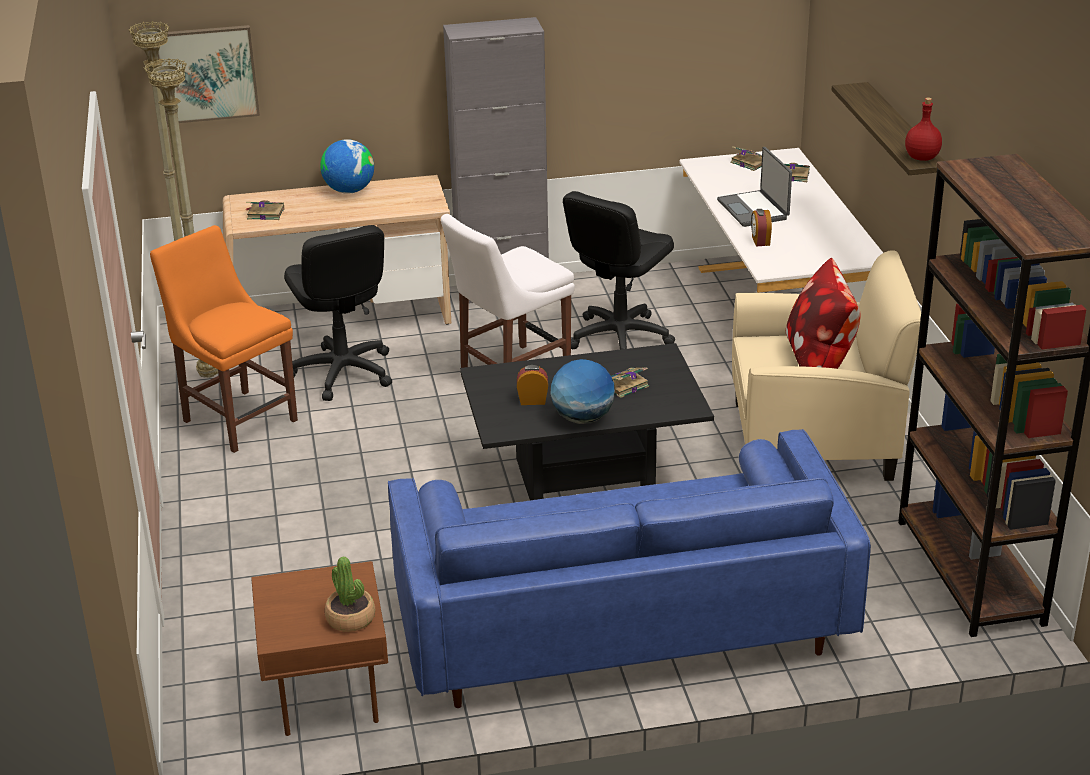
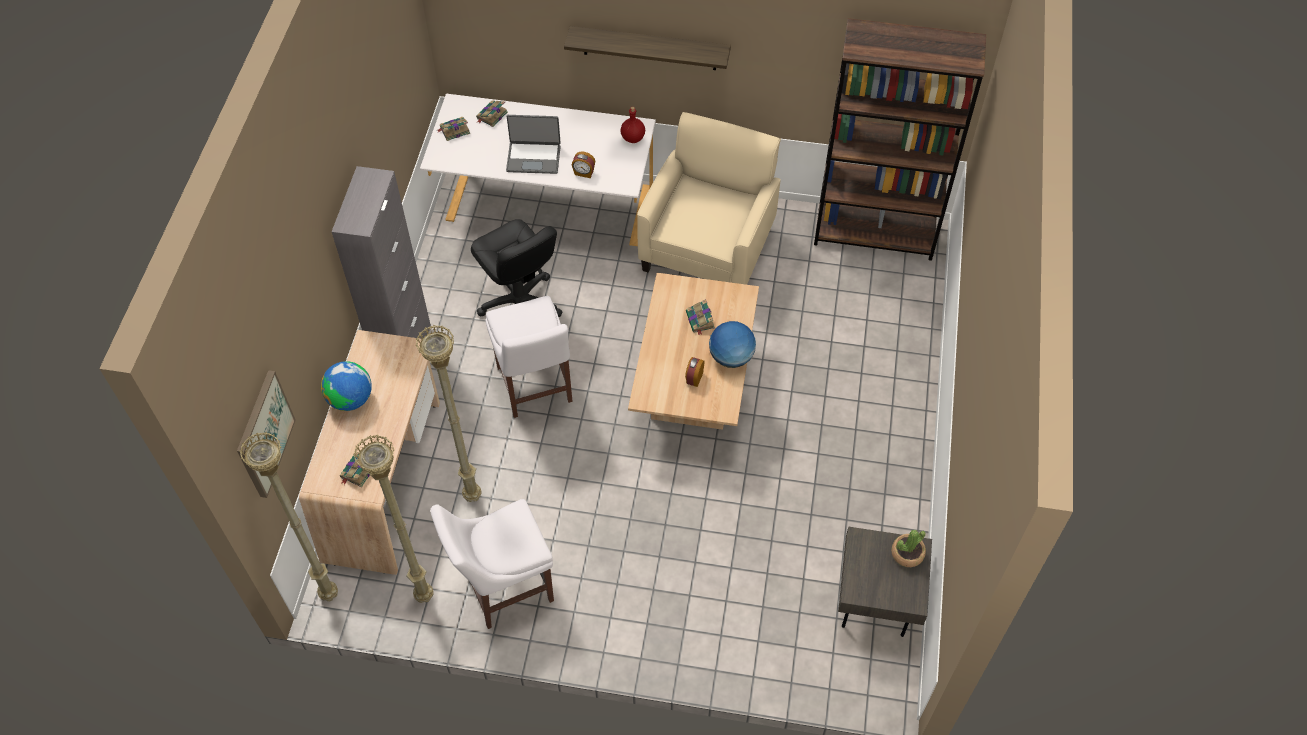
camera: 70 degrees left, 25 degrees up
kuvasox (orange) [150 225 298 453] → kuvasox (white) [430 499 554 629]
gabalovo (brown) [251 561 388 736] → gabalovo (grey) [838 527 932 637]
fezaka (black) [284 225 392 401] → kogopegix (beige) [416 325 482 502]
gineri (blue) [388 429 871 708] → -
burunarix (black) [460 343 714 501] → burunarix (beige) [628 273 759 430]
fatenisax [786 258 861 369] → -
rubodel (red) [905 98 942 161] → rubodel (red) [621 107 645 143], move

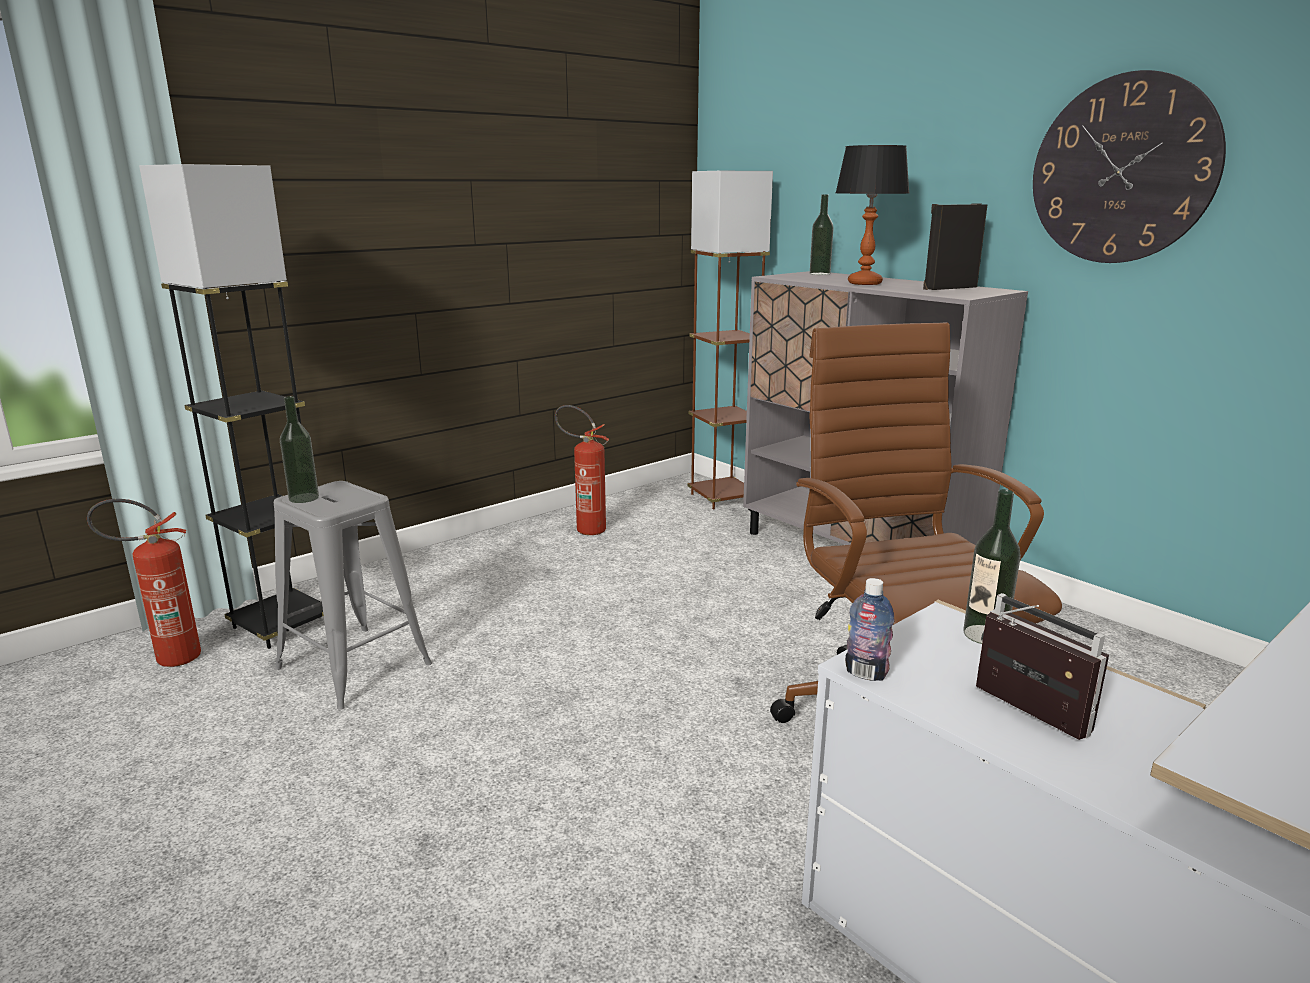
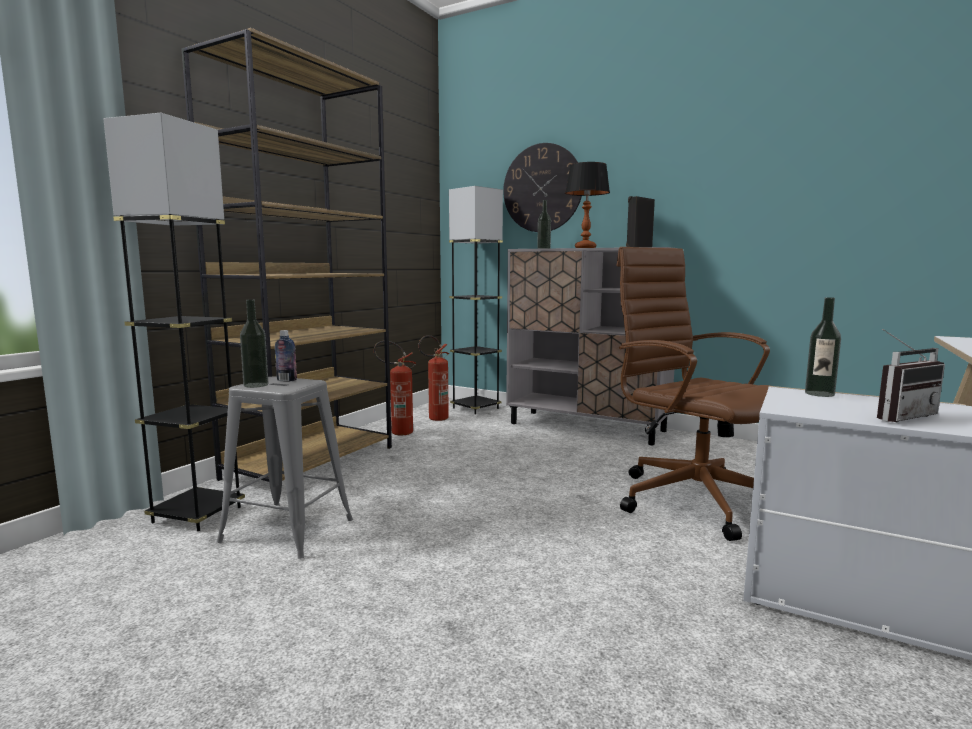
camera: 20 degrees left, 10 degrees down
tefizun [87 499 201 667] → tefizun [418 335 449 421], move
kogopegix (brown) [688 171 773 509] → kogopegix (grey) [449 186 503 415]
rubodel [845 578 895 681] → rubodel [275 330 297 381], move
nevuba [976 593 1109 740] → nevuba [877 329 945 423], 120 degrees clockwise
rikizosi [1033 70 1226 263] → rikizosi [503 143 582 232], move
- → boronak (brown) [181 28 392 482]

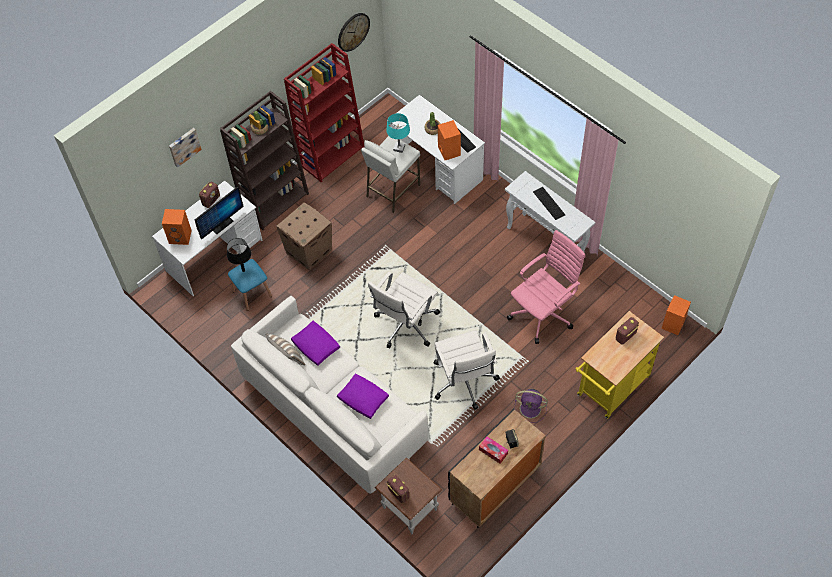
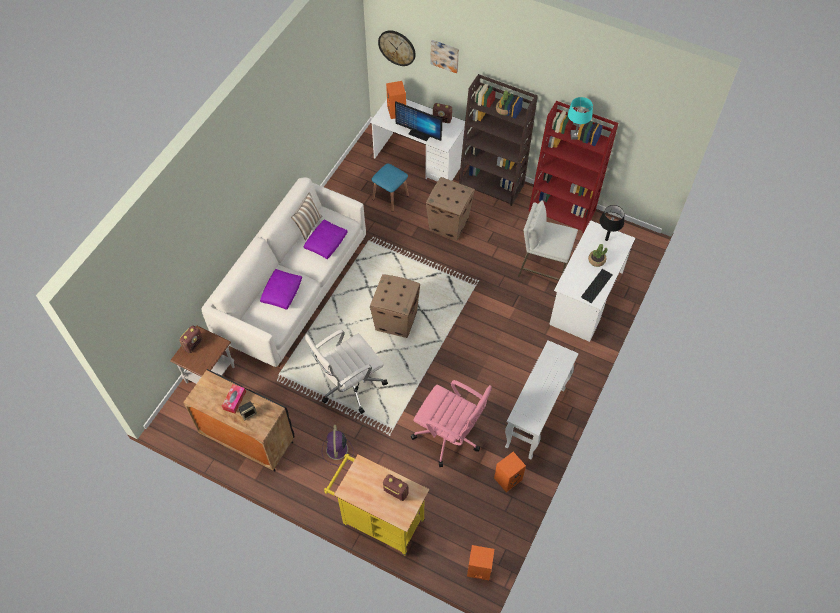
camera: 70 degrees right, 0 degrees up
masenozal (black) [227 238 251 272] → masenozal (black) [600 205 624 241], move
rikizosi [338 13 370 52] → rikizosi [378 30 416 66], move
fezaka (white) [368 272 440 348] → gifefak [370 274 420 338]
masenozal (turquoise) [386 113 410 153] → masenozal (turquoise) [568 97 593 140], move
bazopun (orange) [438 120 461 160] → bazopun (orange) [494 452 526 492], move
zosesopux [533 187 565 220] → -

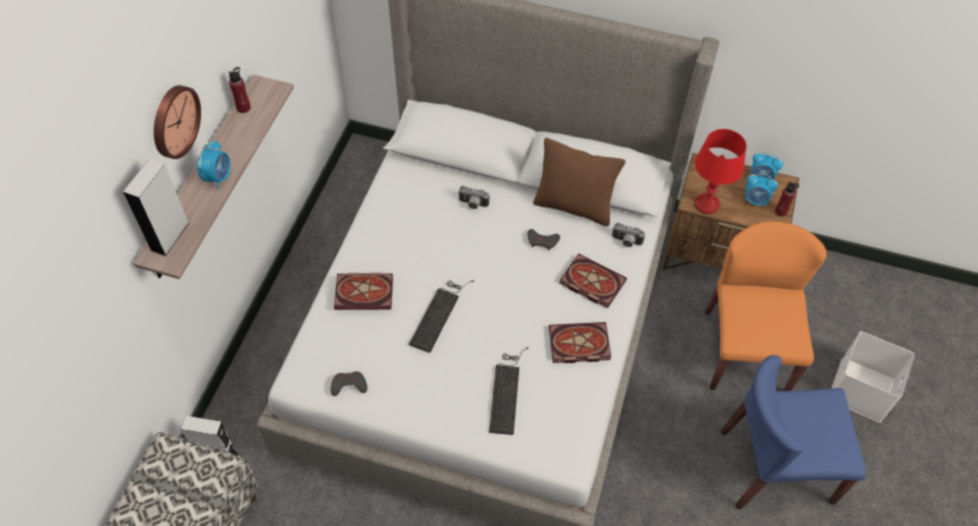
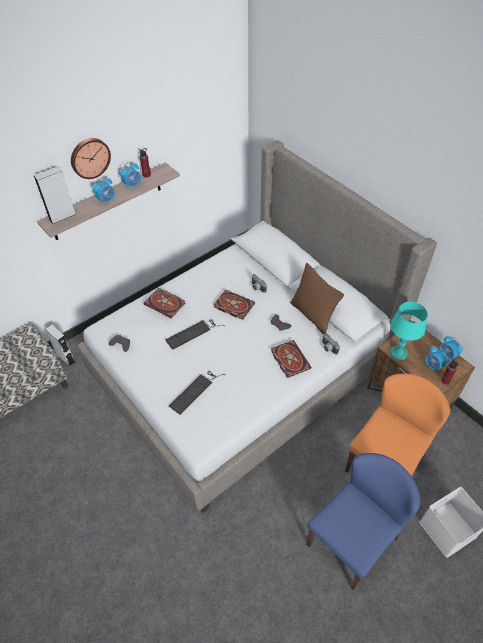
camera: 35 degrees right, 5 degrees down
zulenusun [549 322 611 363] → zulenusun [214 290 255 320], move
masenozal (red) [695 129 747 214] → masenozal (turquoise) [390 302 428 360]
kuvasox (blue) [721 355 866 509] → kuvasox (blue) [307 453 420 591], 105 degrees clockwise
- → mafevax [119 163 141 190]

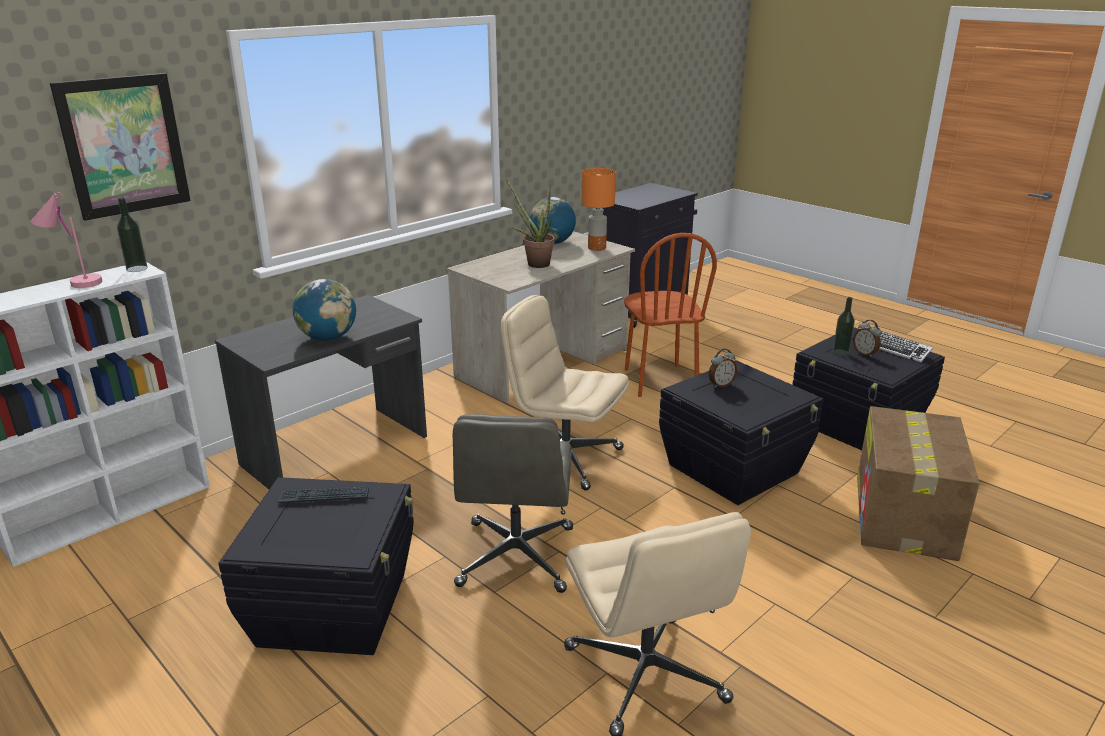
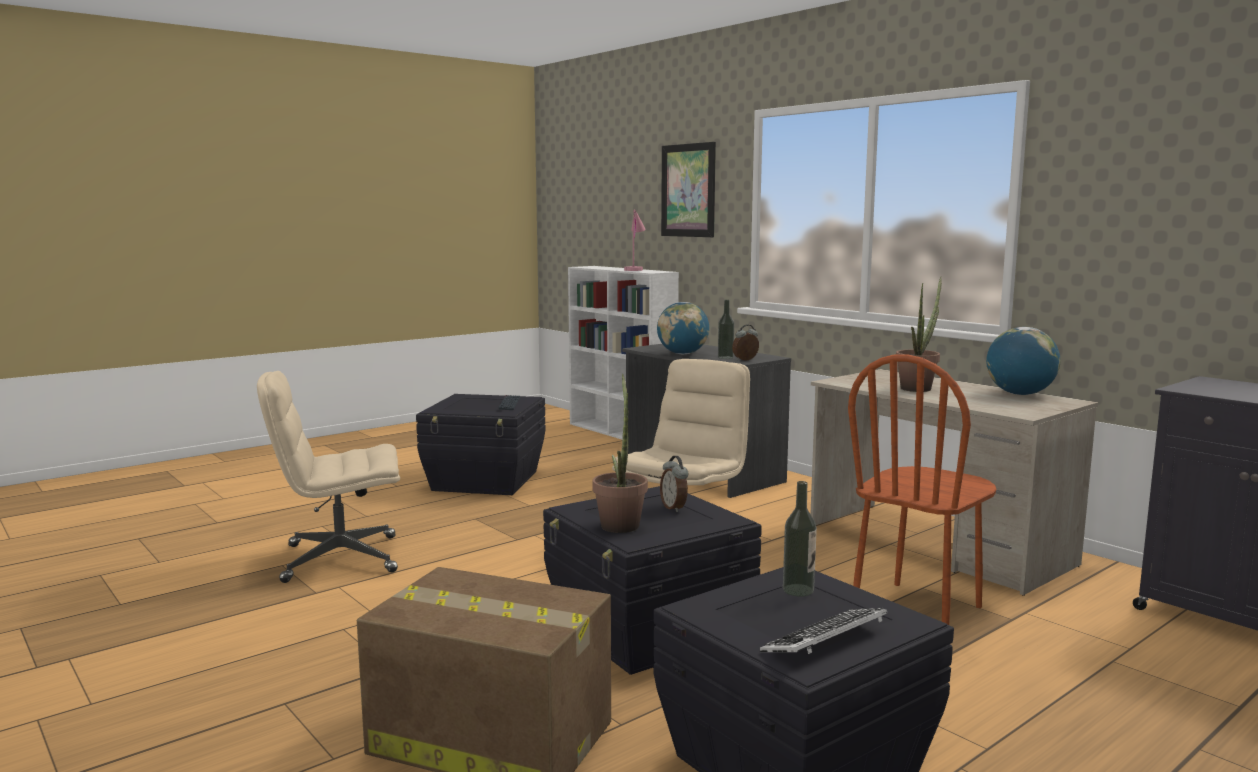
camera: 95 degrees right, 15 degrees down
rubodel [117 198 148 272] → rubodel [718 300 734 359], move
fezaka (grey) [453 414 573 593] → -
masenozal (orange) [581 168 616 251] → -
kuvasox (brown) [624 233 717 397] → kuvasox (brown) [848 354 997 625], 45 degrees counterclockwise
mafevax [853 320 881 357] → mafevax [732 324 759 361], move
- → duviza [592 374 648 533]

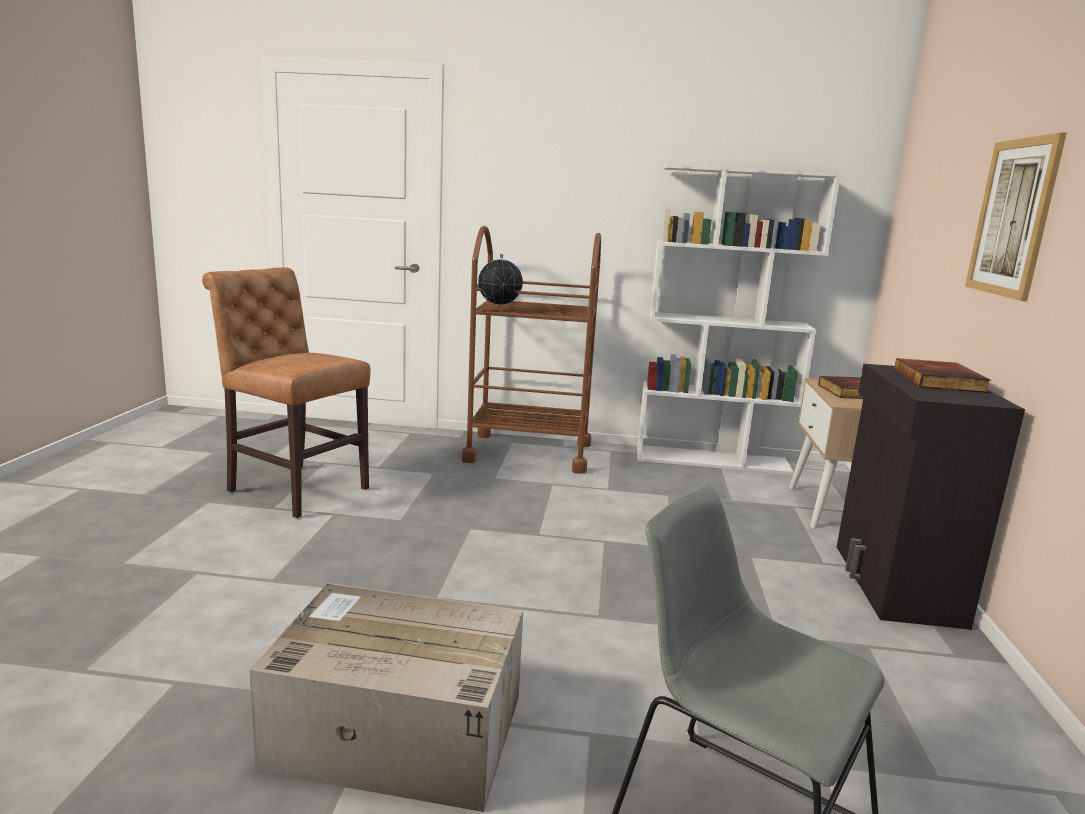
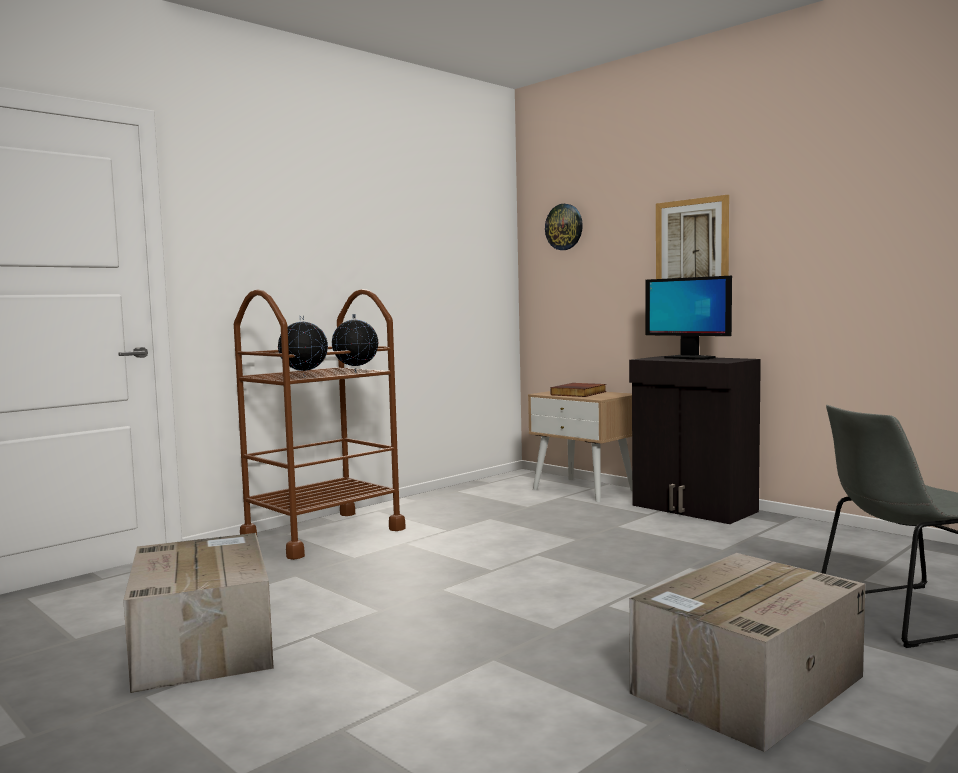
camera: 50 degrees left, 10 degrees down
kuvasox (brown) [202 267 370 518] → gifefak [123 533 274 693]
boronak (white) [637 164 841 475] → -
zulenusun [894 358 991 393] → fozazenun [645 276 732 360]
- → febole [332 314 378 373]
- → rikizosi [545 204 583 250]

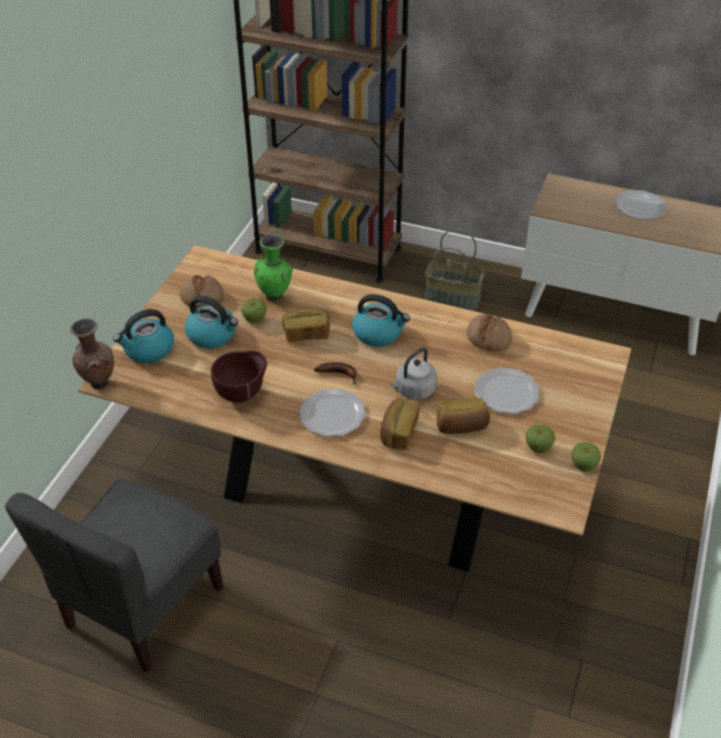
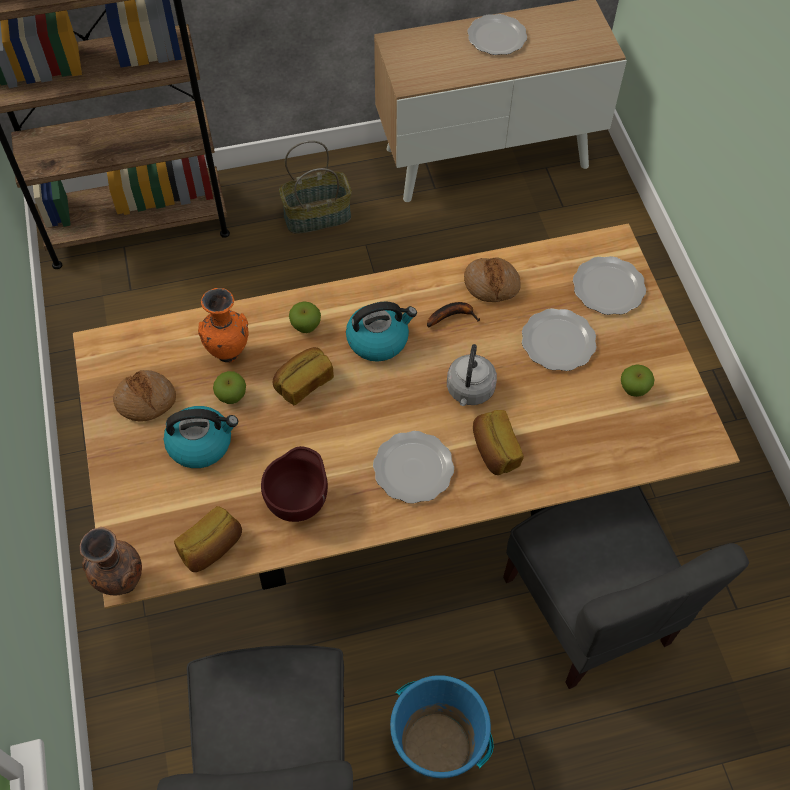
camera: 35 degrees left, 15 degrees up
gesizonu [113 309 174 363] → -
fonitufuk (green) [254 234 293 302] → fonitufuk (orange) [198 288 249 362]
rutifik [314 362 357 385] → rutifik [427 302 480 327], move
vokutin [437 398 490 434] → vokutin [174 506 242 572], move
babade [571 442 601 472] → babade [289 301 321 333], move
- → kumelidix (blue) [390 675 493 780]
- → kuvasox (grey) [503 486 749 689]
- → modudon [573 256 646 315]

